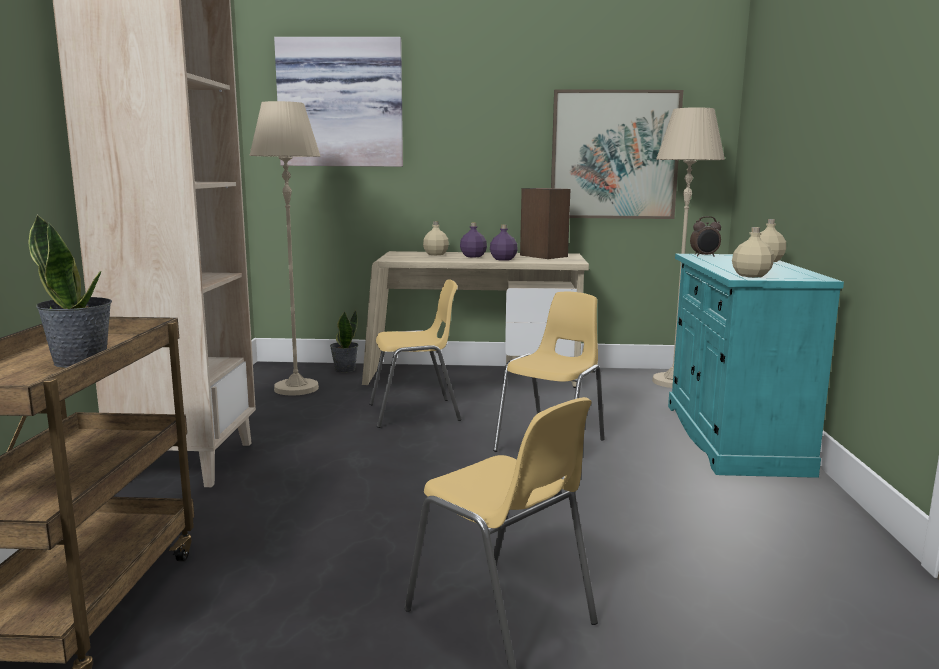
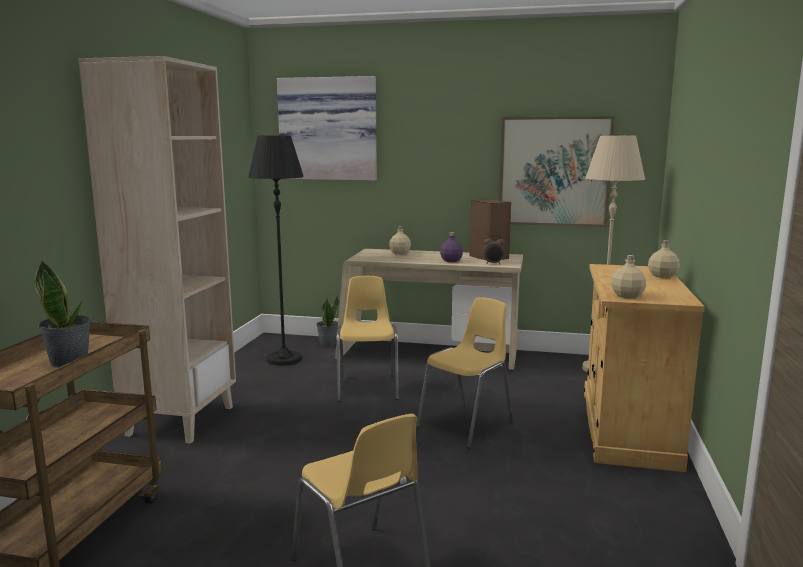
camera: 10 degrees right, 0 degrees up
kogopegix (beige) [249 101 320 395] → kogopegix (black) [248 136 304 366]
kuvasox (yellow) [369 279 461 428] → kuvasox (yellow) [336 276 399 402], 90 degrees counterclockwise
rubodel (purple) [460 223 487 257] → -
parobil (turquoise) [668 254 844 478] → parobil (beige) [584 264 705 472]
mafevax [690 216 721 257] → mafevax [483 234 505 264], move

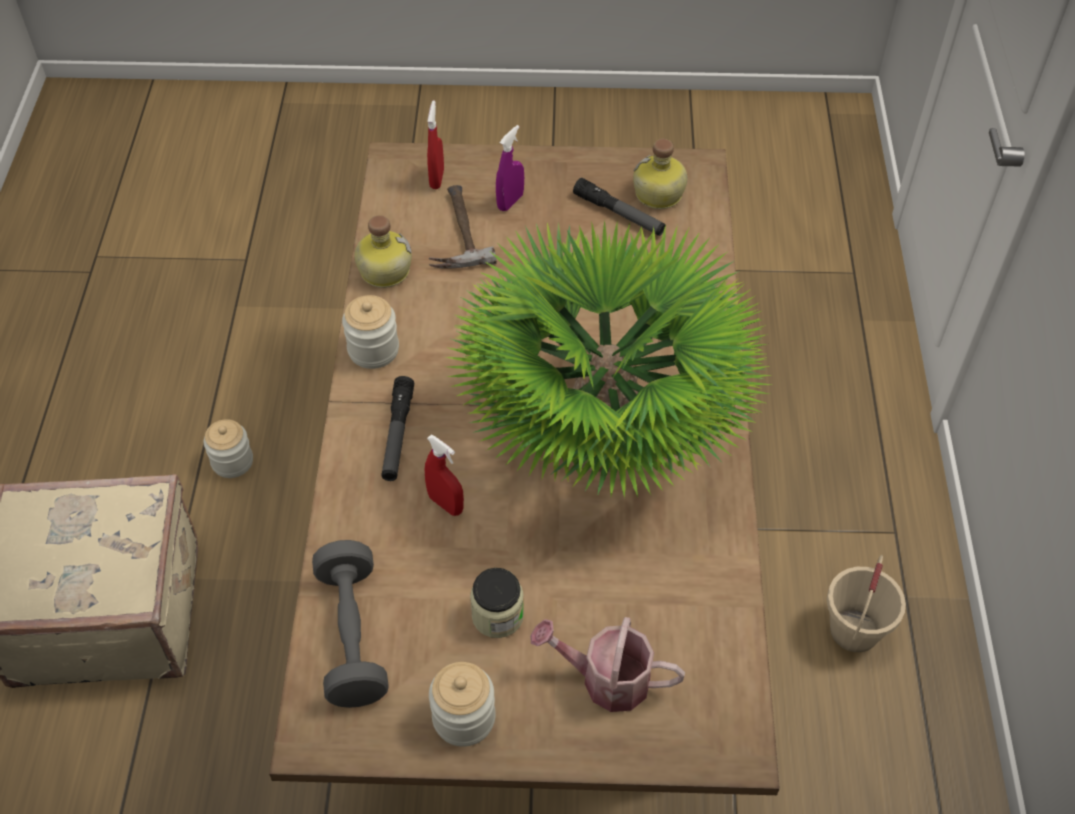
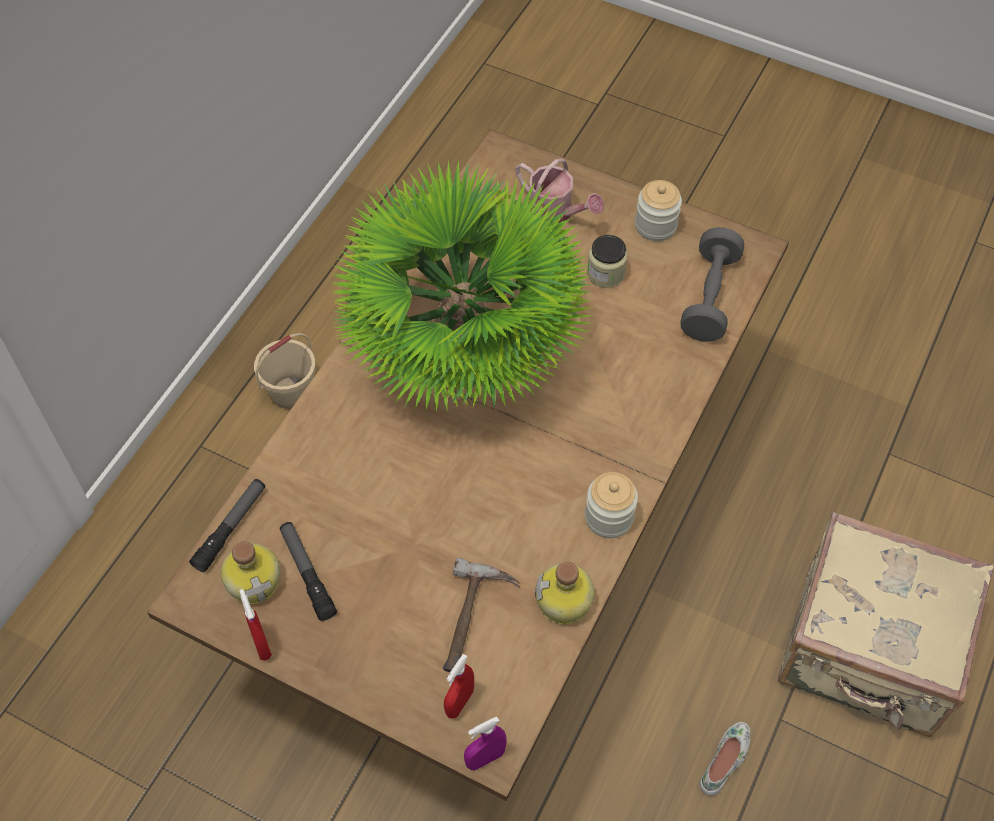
camera: 155 degrees left, 5 degrees up
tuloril [204 419 253 478] → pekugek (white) [700 722 750 796]
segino [381 376 414 481] → segino [189 479 265 573], move
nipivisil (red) [425 435 464 516] → nipivisil (red) [239 589 272 661], move
nipivisil (purple) [496 125 524 211] → nipivisil (purple) [464 717 507 771], move

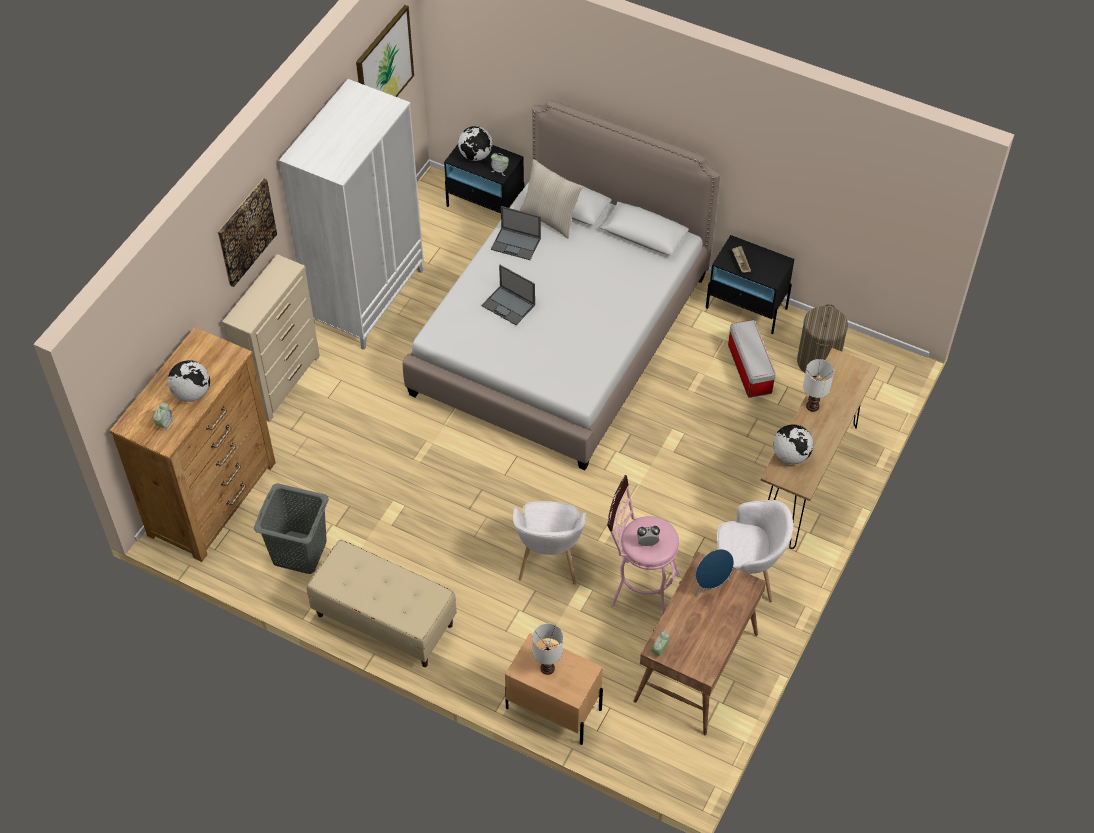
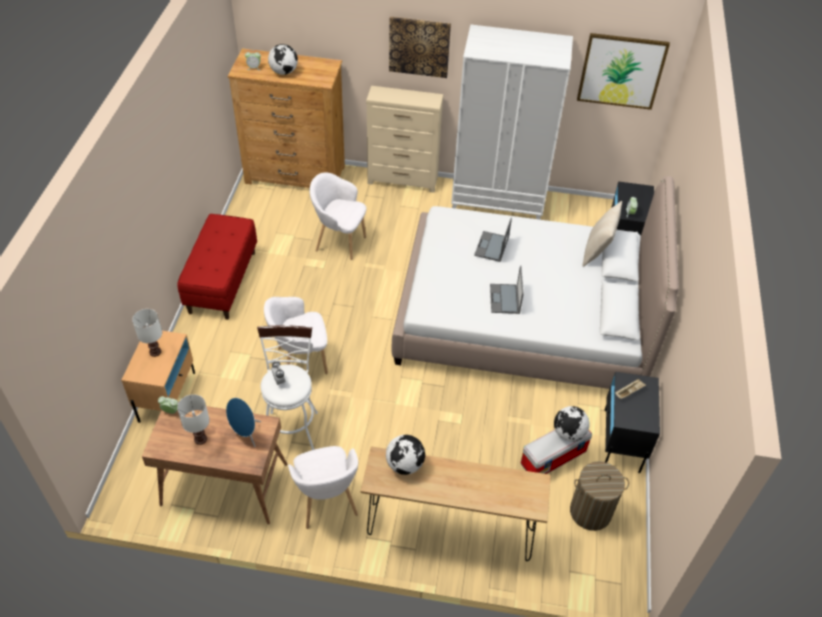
camera: 70 degrees right, 5 degrees down
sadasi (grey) [254 483 329 574] → -
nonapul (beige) [307 540 457 667] → nonapul (red) [177 214 257 320]
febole [458 126 493 161] → febole [554 406 590 442], move
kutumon [491 206 541 260] → kutumon [490 265 524 314], move
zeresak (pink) [607 475 680 613] → zeresak (white) [257 325 318 450]
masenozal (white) [803 359 834 412] → masenozal (white) [177 394 210 445], move
- → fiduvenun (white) [310 173 366 260]

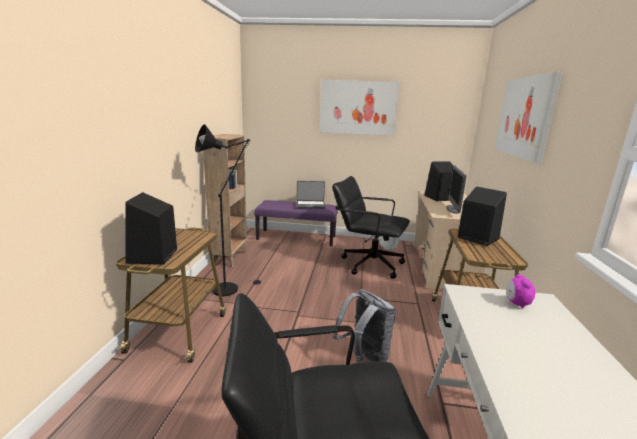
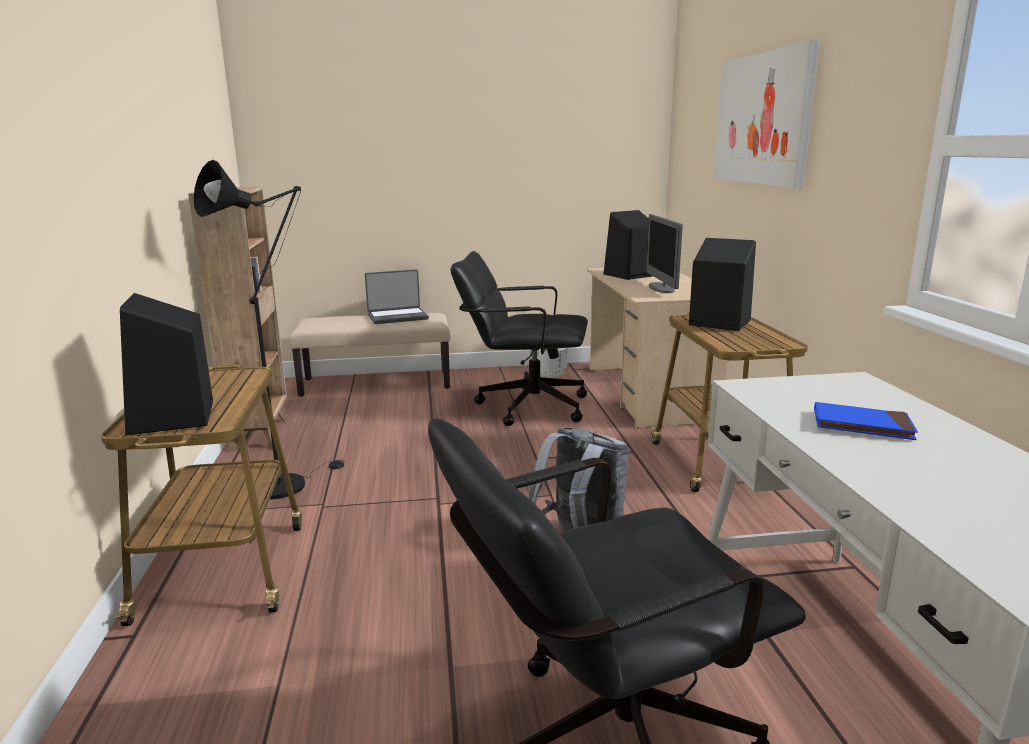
camera: 15 degrees left, 0 degrees up
nonapul (purple) [254 200 338 246] → nonapul (beige) [289 313 450 397]
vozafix [319 80 400 136] → -
mafevax [506 275 536 309] → -
- → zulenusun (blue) [814 402 918 440]

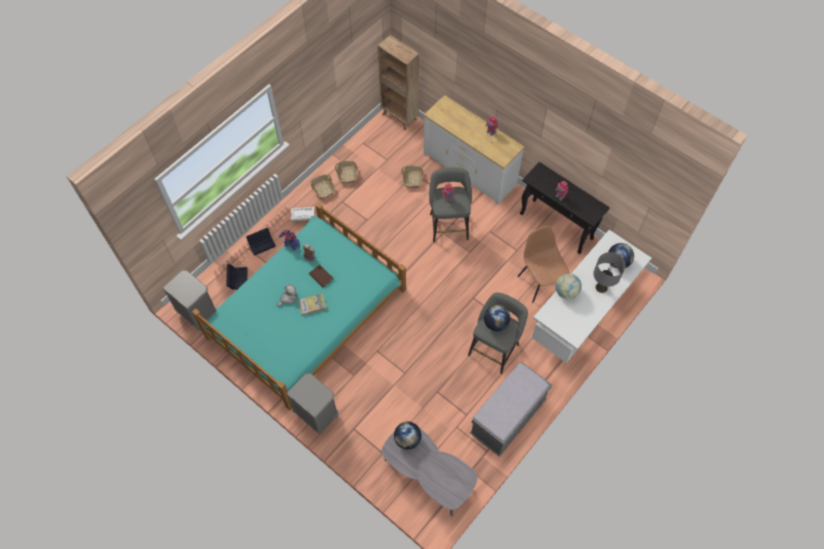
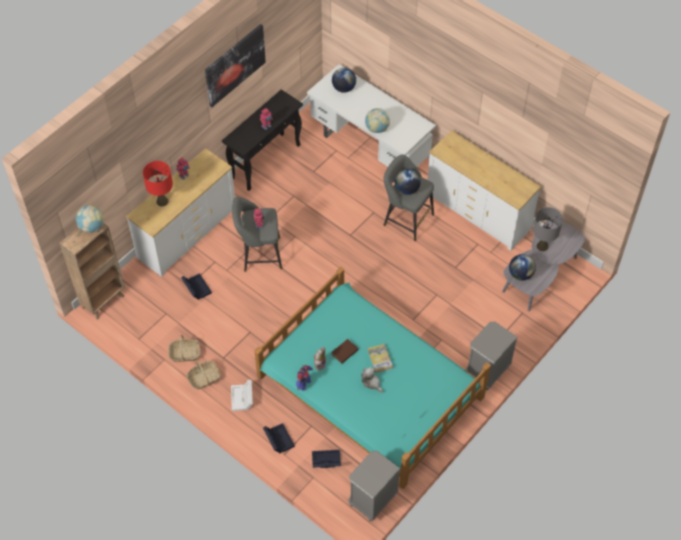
camera: 90 degrees left, 5 degrees down
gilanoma [401 165 423 188] → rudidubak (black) [181 273 212 300]
nonapul (grey) [470 362 552 457] → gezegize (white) [427 130 541 251]
kuvasox (brown) [517 226 569 303] → -
masenozal (grey) [593 252 625 293] → masenozal (grey) [533 207 563 251], move
- → febole [76 205 104 233]
- → masenozal (red) [143 161 173 206]
- → vozafix [205 24 266 107]

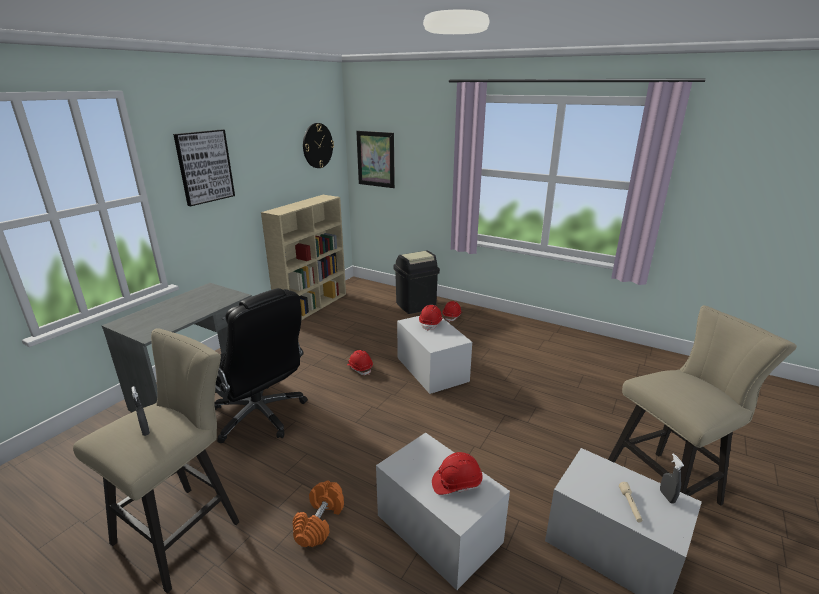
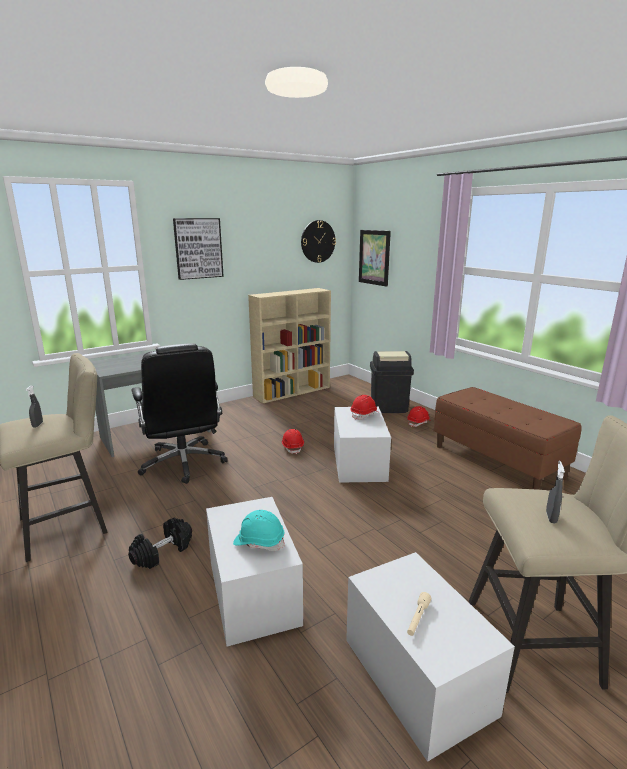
camera: 25 degrees right, 5 degrees down
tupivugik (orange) [293 480 344 547] → tupivugik (black) [128 518 192 569]
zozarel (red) [432 452 483 495] → zozarel (turquoise) [233 510 285 551]
nipivisil (grey) [660 453 684 504] → nipivisil (grey) [546 461 565 524], move
- → nonapul (brown) [434 387 582 490]

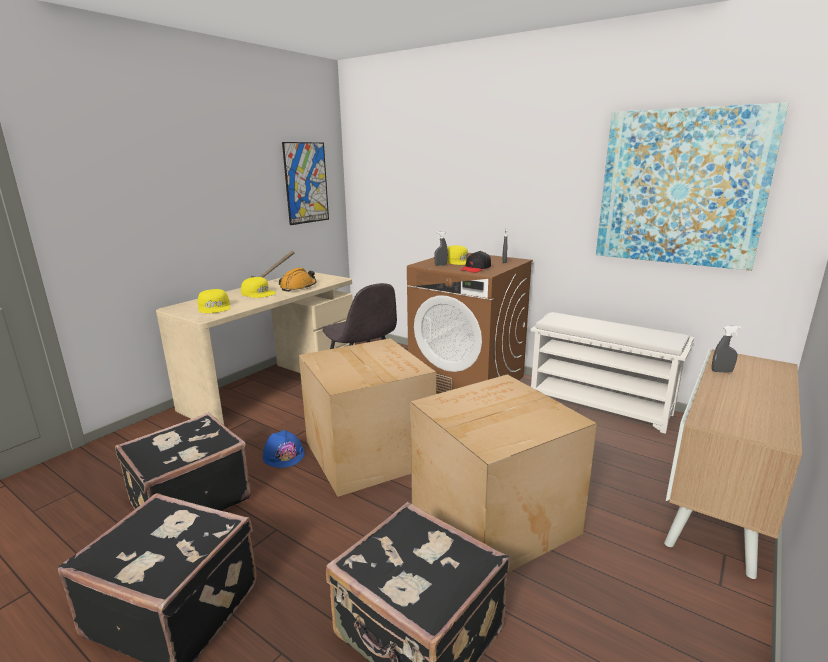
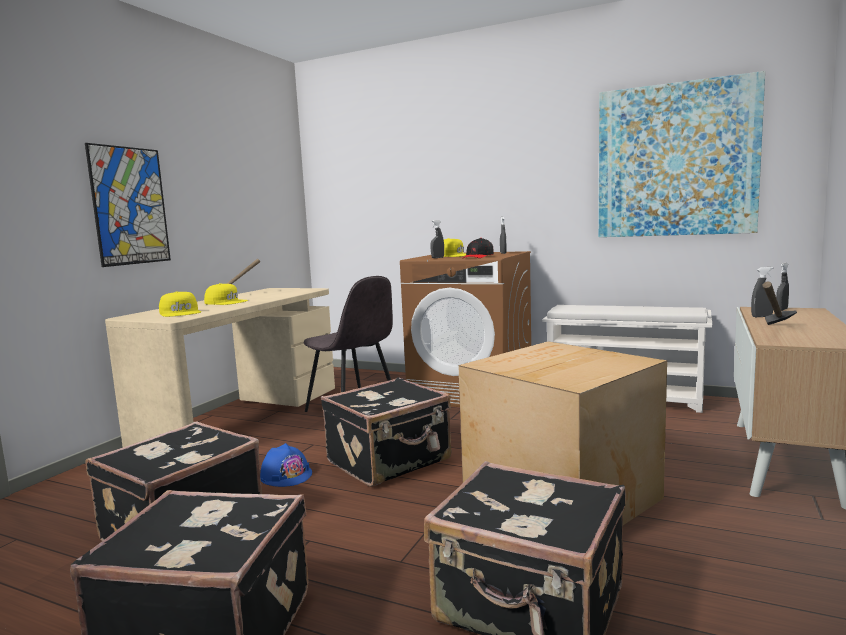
camera: 10 degrees left, 10 degrees down
zozarel (orange) [279 267 317 292] → -
vozafix [282 142 329 225] → vozafix [85 143 171 267], move
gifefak [299 338 436 497] → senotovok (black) [321 377 452 487]
- → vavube [763 281 797 325]
- → nipivisil (grey) [776 263 789 311]

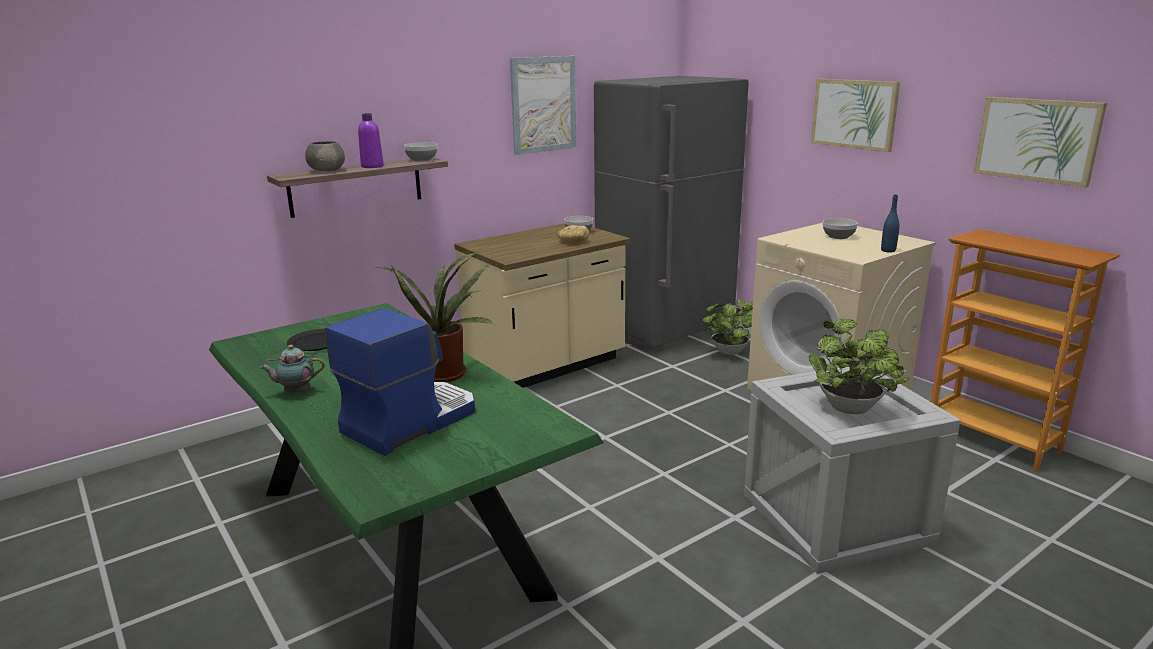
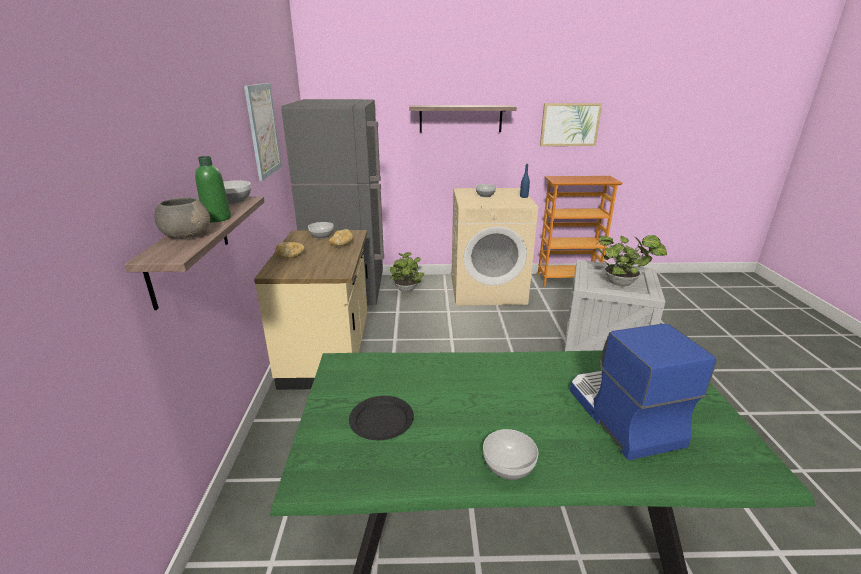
camera: 55 degrees left, 5 degrees up
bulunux [260 345 325 393] → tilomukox [483 429 538 480]
rubodel (purple) [358 113 384 168] → rubodel (green) [195 156 231 222]
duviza [375 252 494 382] → -
vozafix [811 79 900 152] → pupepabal [409 105 517 132]
- → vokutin [275 242 305 257]

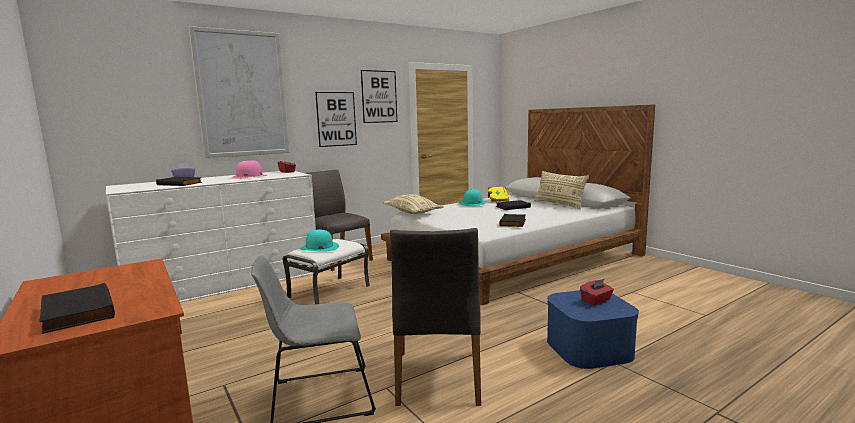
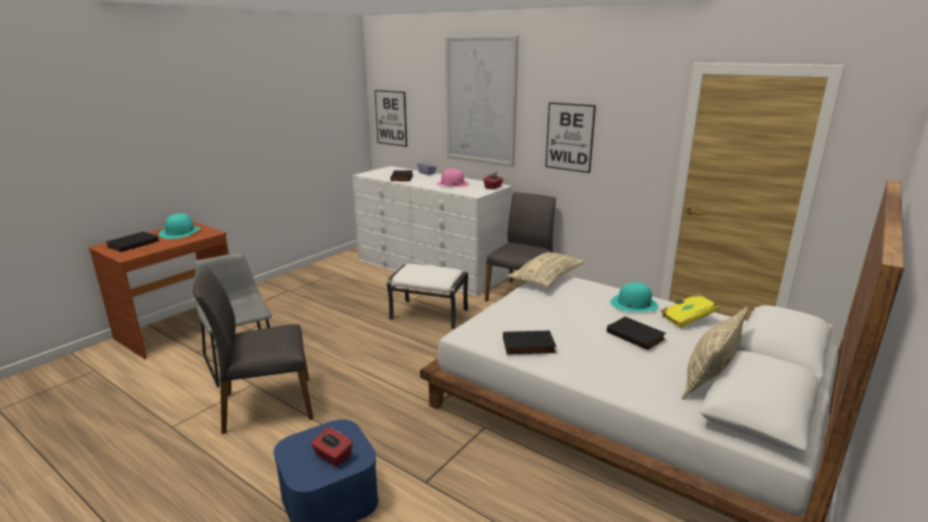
camera: 70 degrees right, 10 degrees up
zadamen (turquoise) [300 229 339 252] → zadamen (turquoise) [159 213 201 239], move
vozafix [361 70 397 123] → vozafix [375 90 407 147], move

